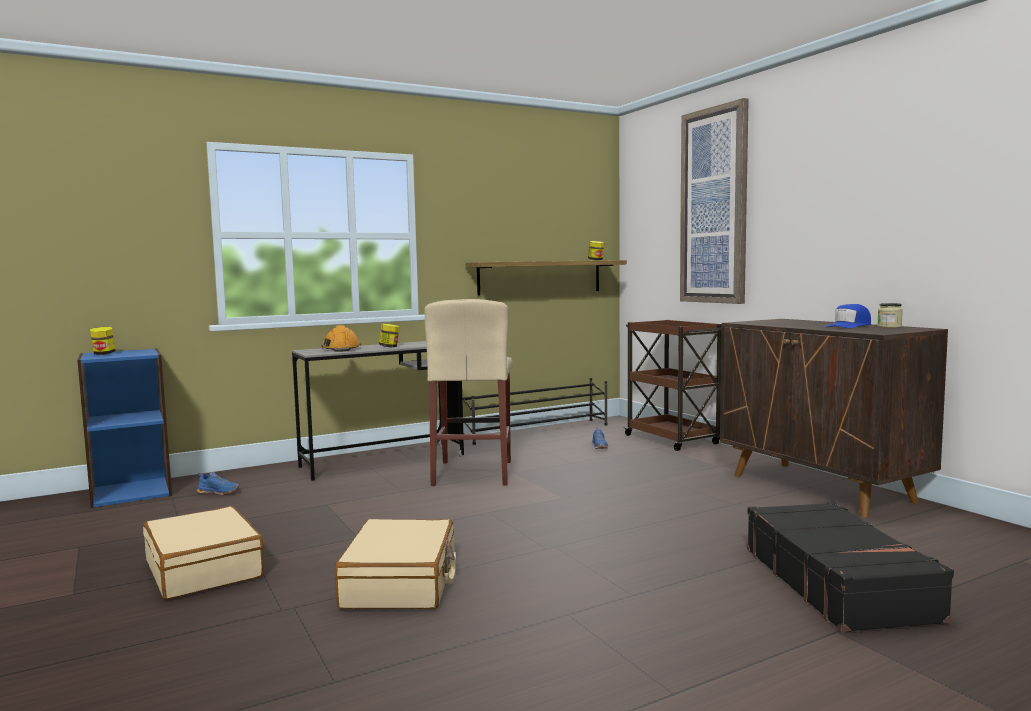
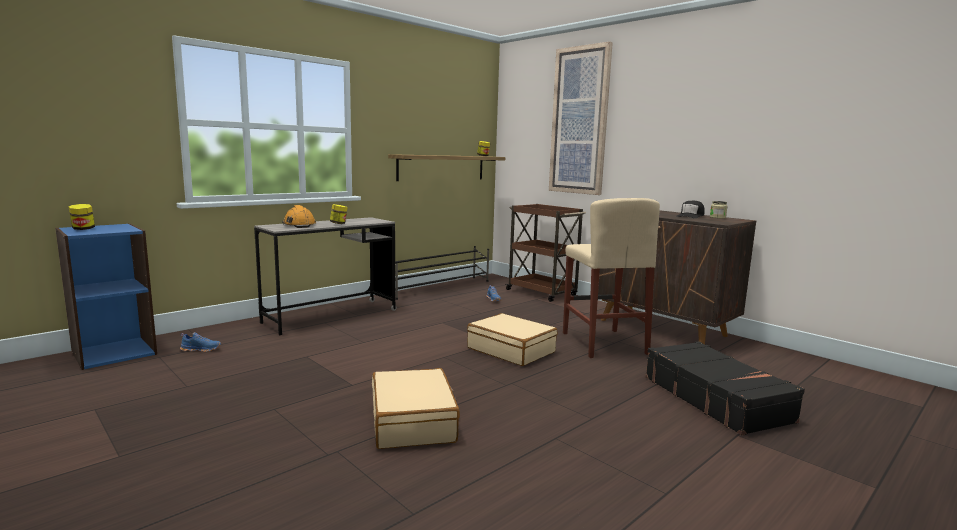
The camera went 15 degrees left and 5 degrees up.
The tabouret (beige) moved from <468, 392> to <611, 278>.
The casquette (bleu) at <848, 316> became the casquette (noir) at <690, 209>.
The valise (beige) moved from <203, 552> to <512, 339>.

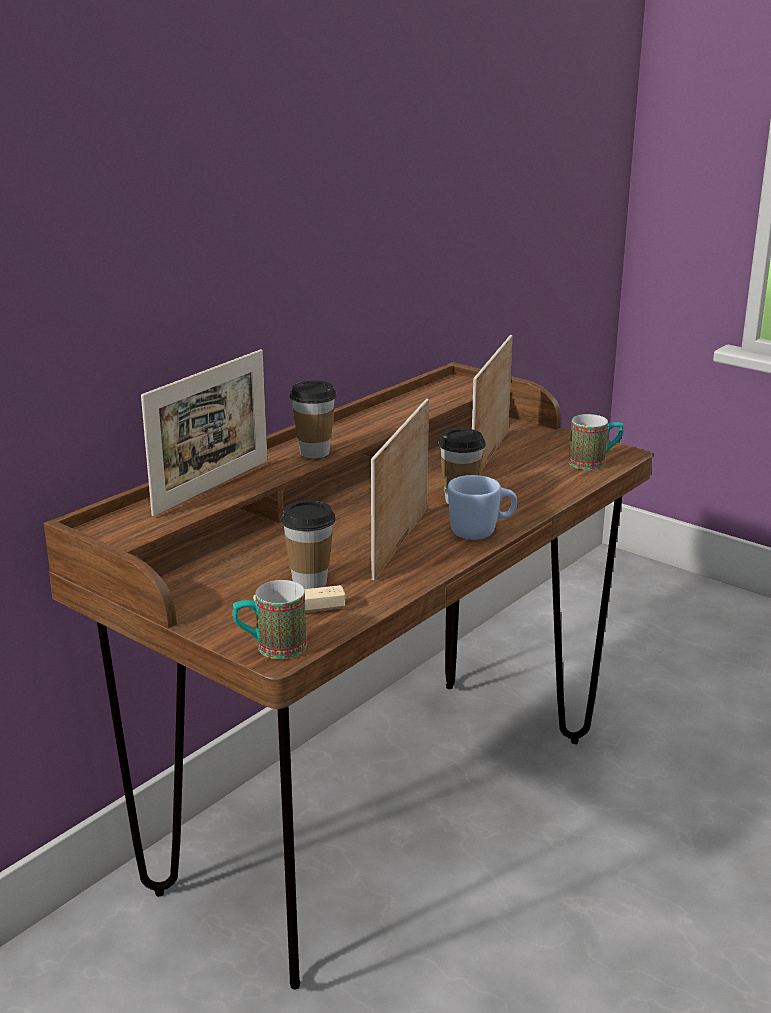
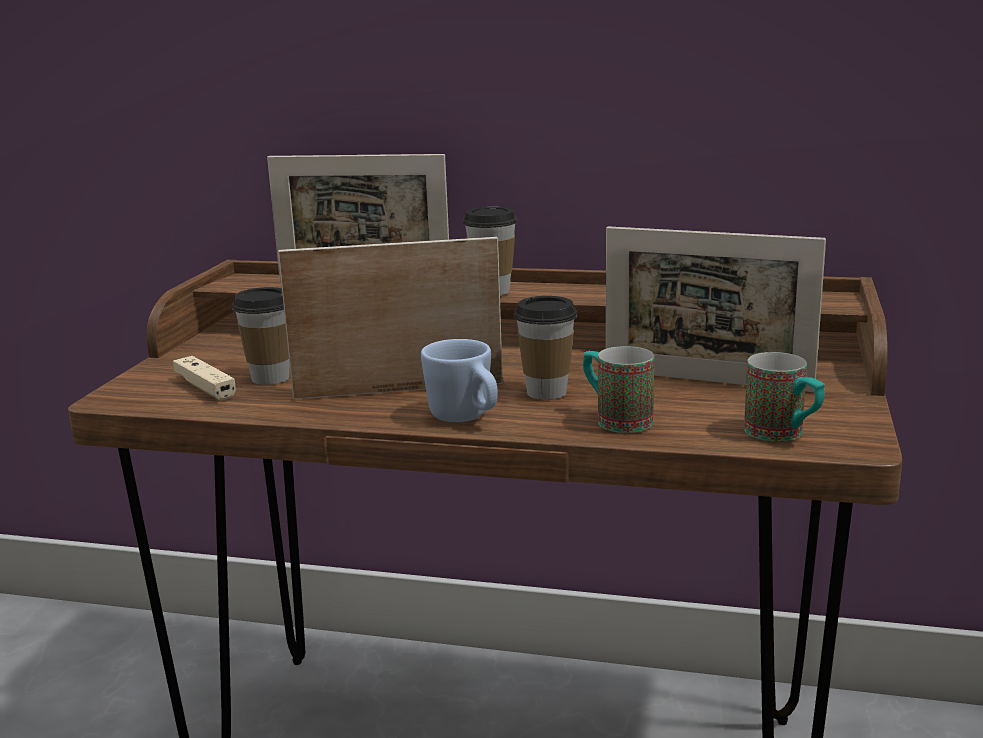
The camera went 65 degrees right and 5 degrees down.
The cadre photo at <492, 403> turned 150 degrees counterclockwise.
The mug moved from <270, 619> to <618, 389>.

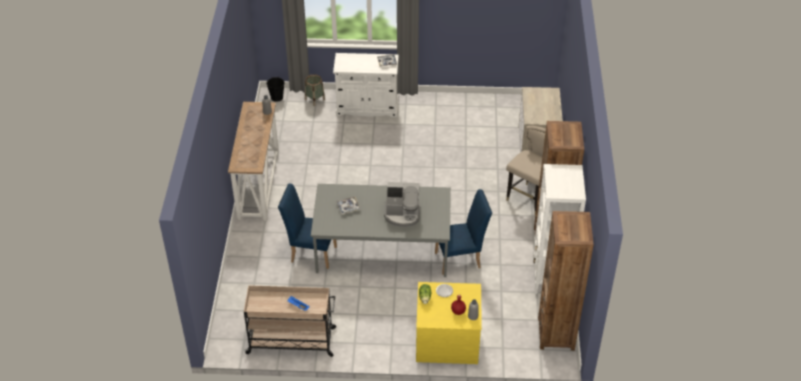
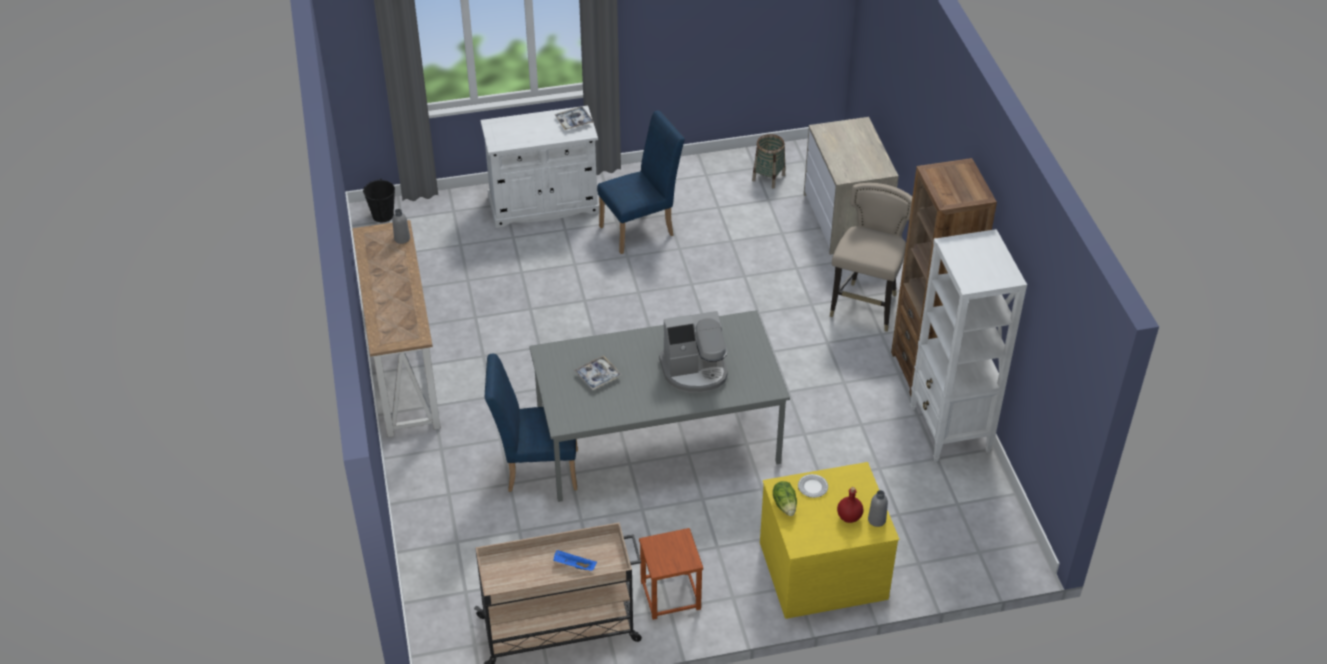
The camera went 15 degrees left and 0 degrees up.
The panier moved from <315, 90> to <768, 161>.
The chaise (bleu) moved from <463, 232> to <641, 182>.
The bibliothèque (marron) at <566, 281> disappeared.
The tabouret (marron) at <671, 574> appeared.

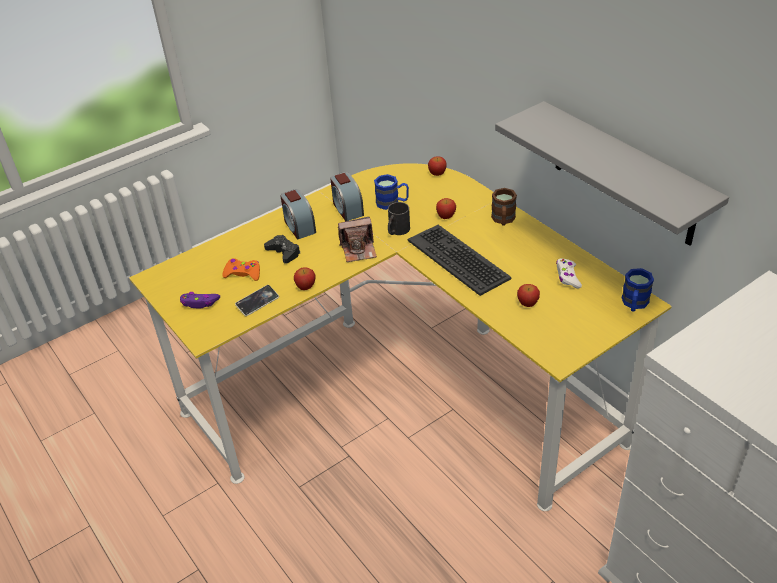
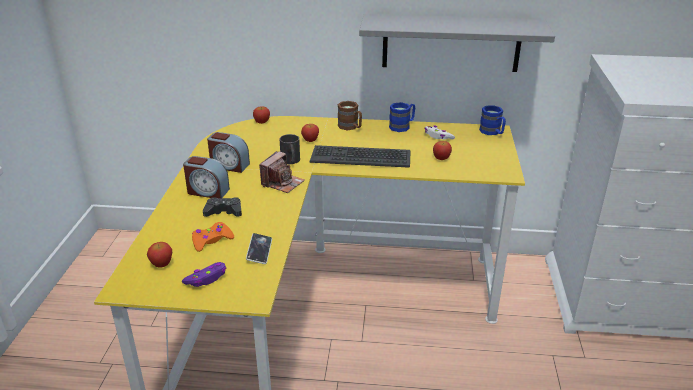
The camera went 50 degrees left and 10 degrees down.
The mug (bleu) moved from <391, 192> to <402, 117>.
The pomme moved from <305, 278> to <159, 254>.

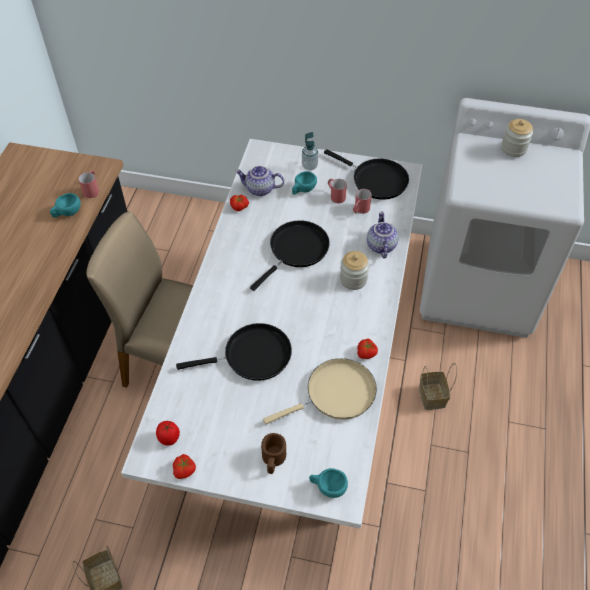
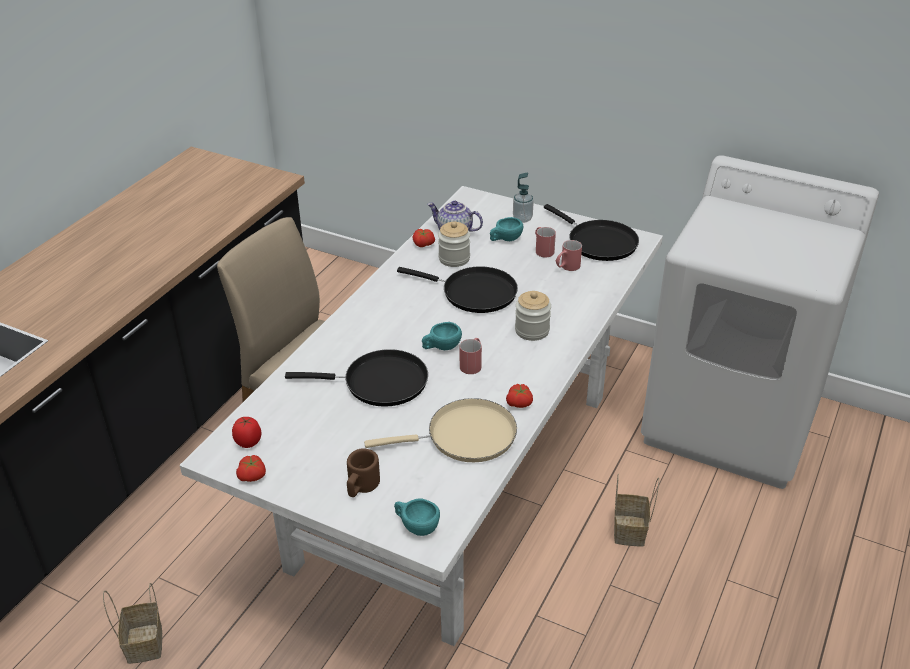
The camera went 15 degrees right and 15 degrees down.
The bocal moved from <517, 138> to <454, 244>.
The mug (rouge) moved from <89, 184> to <471, 356>.
The tasse (turquoise) moved from <65, 205> to <442, 336>.
The théière at <383, 235> disappeared.
The poêle (noir) at <290, 255> turned 60 degrees clockwise.

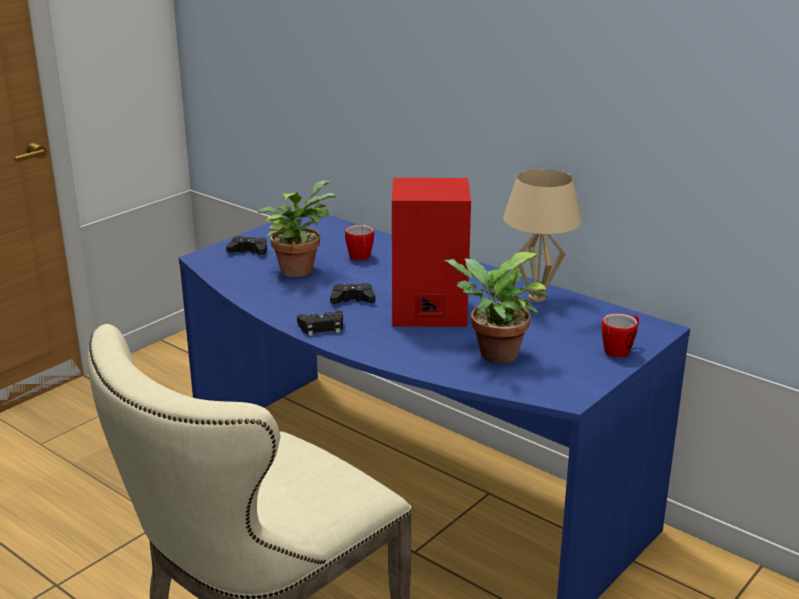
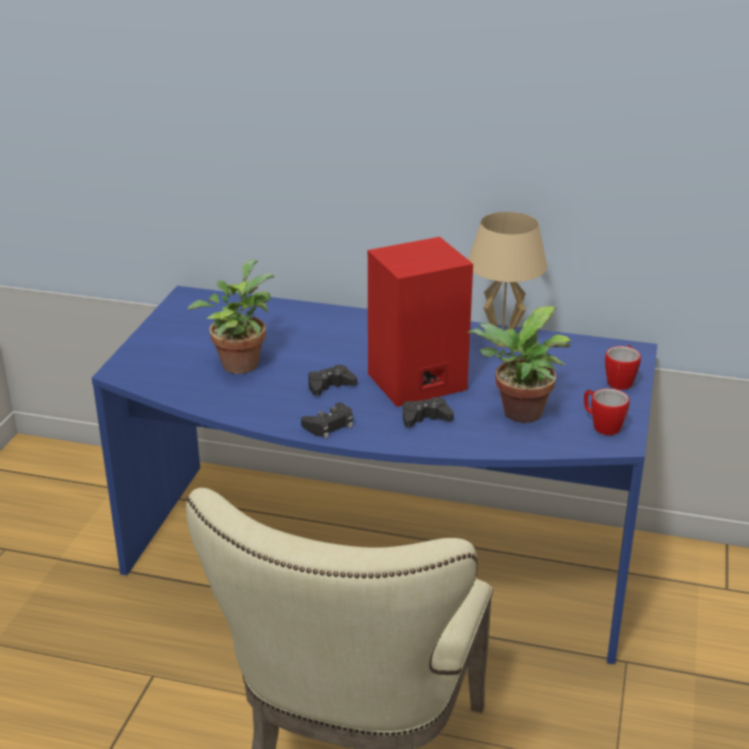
The camera went 25 degrees left and 5 degrees up.
The mug moved from <359, 242> to <606, 411>.
The manette (noir) moved from <246, 245> to <428, 412>.

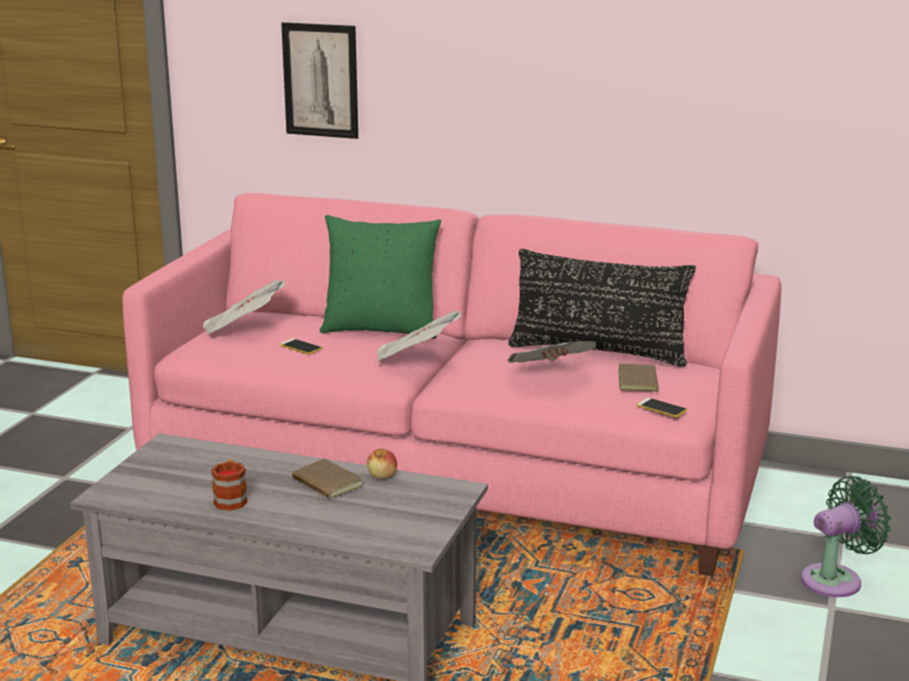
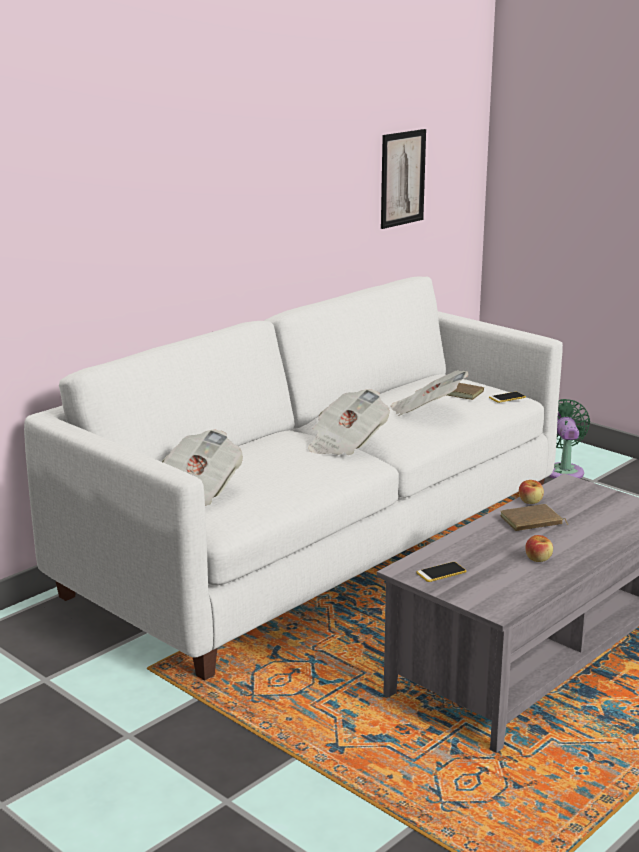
The camera went 65 degrees left and 0 degrees up.
The tableau moved from <319, 80> to <403, 179>.
The canapé (rose) at <451, 385> became the canapé (blanc) at <293, 478>.
The coussin (vert) at <380, 277> disappeared.
The coussin (noir) at <602, 308> disappeared.
The téléphone moved from <300, 347> to <441, 572>.
The mug at <229, 485> was replaced by the pomme at <539, 548>.

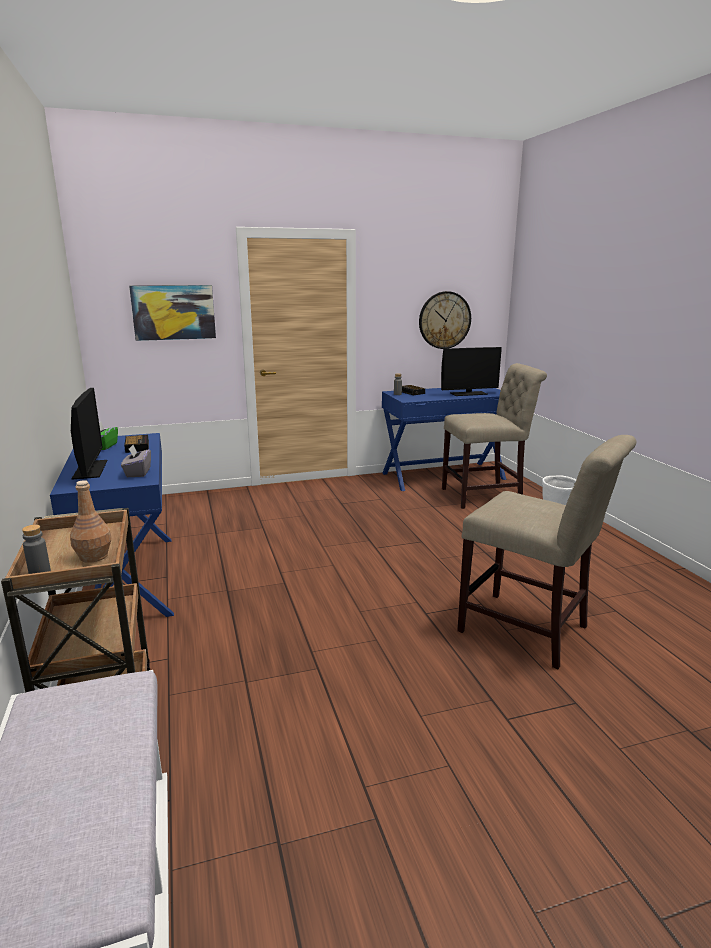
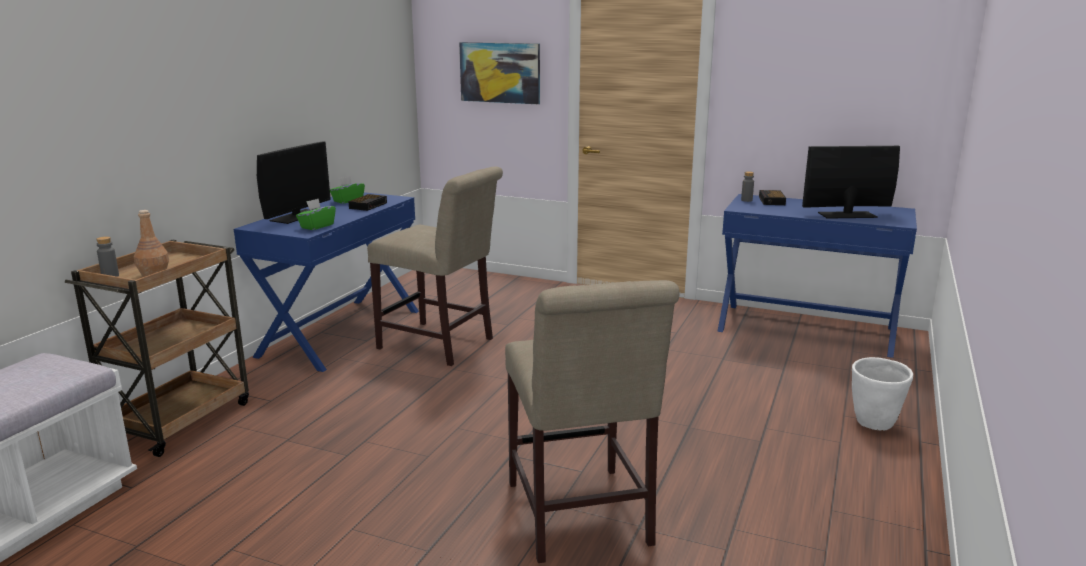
The camera went 40 degrees right and 0 degrees up.
The horloge murale at <445, 320> disappeared.
The écran d'ordinateur at <471, 371> turned 150 degrees clockwise.
The chaise (beige) moved from <494, 436> to <435, 266>.
The boîte à mouchoirs (gris) at <136, 461> became the boîte à mouchoirs (vert) at <316, 214>.

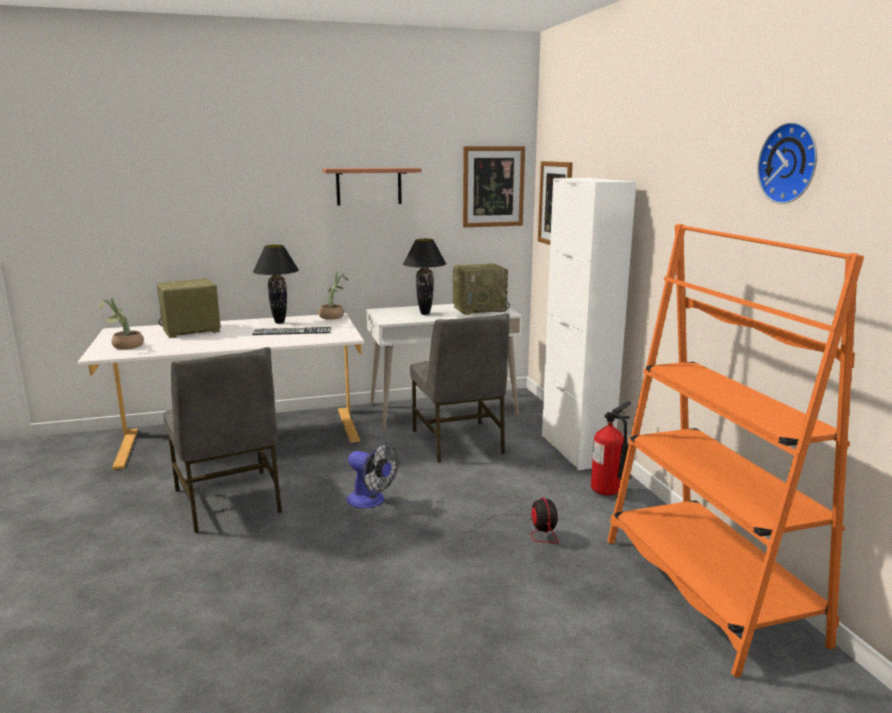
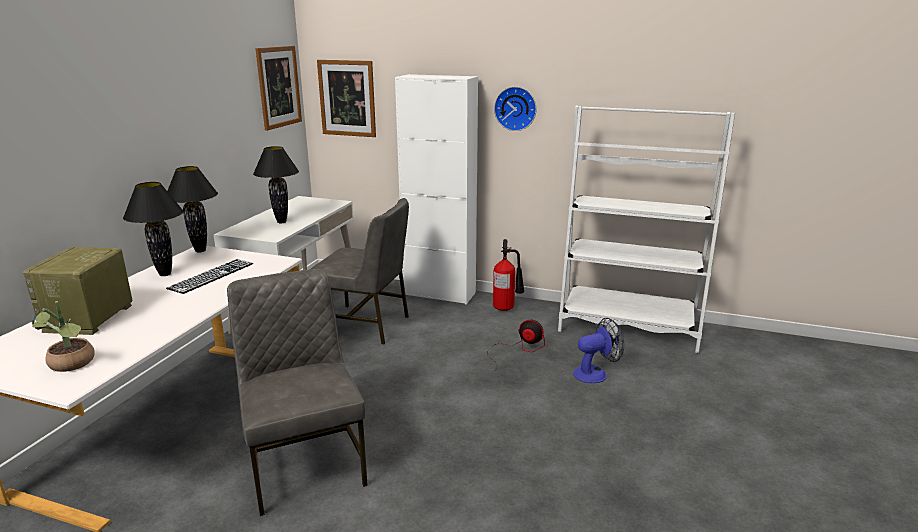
The camera went 55 degrees left and 5 degrees up.
The horloge murale moved from <787, 163> to <515, 108>.
The étagère at <372, 186> disappeared.
The bibliothèque (orange) at <735, 450> became the bibliothèque (blanc) at <646, 229>.
The radio at <481, 289> disappeared.
The plante en pot at <333, 296> was replaced by the lampe de table (noir) at <192, 209>.
The chaise (gris) at <222, 440> turned 120 degrees counterclockwise.
The ventilateur moved from <372, 475> to <598, 350>.

